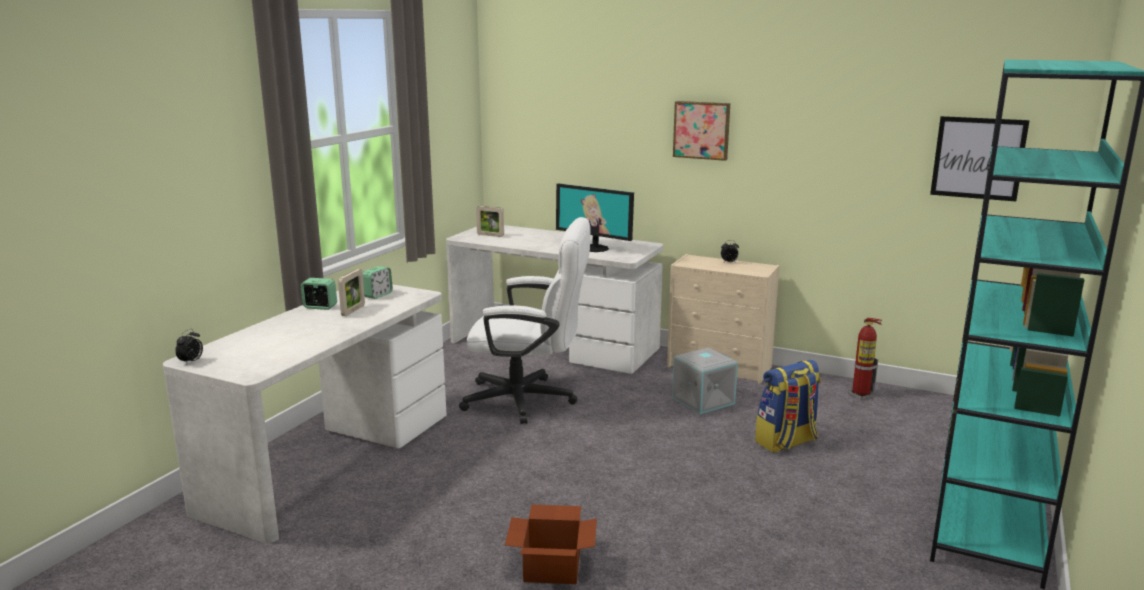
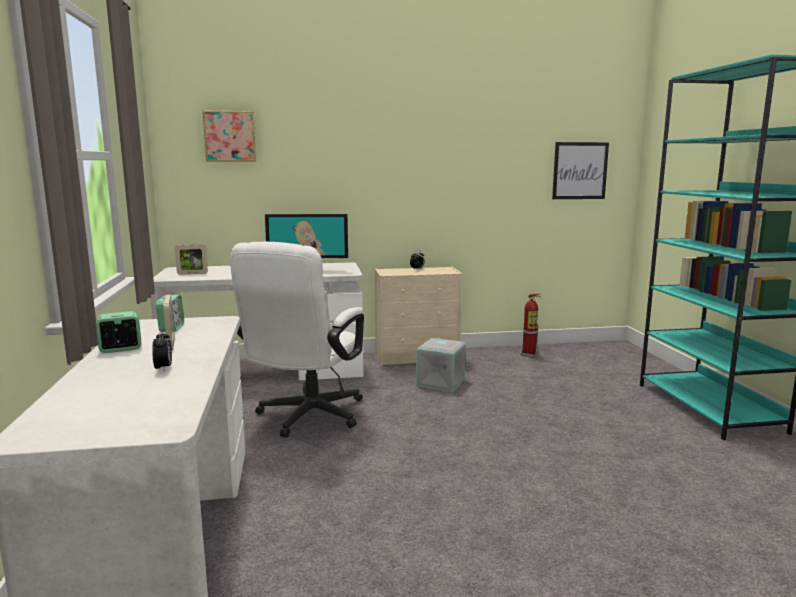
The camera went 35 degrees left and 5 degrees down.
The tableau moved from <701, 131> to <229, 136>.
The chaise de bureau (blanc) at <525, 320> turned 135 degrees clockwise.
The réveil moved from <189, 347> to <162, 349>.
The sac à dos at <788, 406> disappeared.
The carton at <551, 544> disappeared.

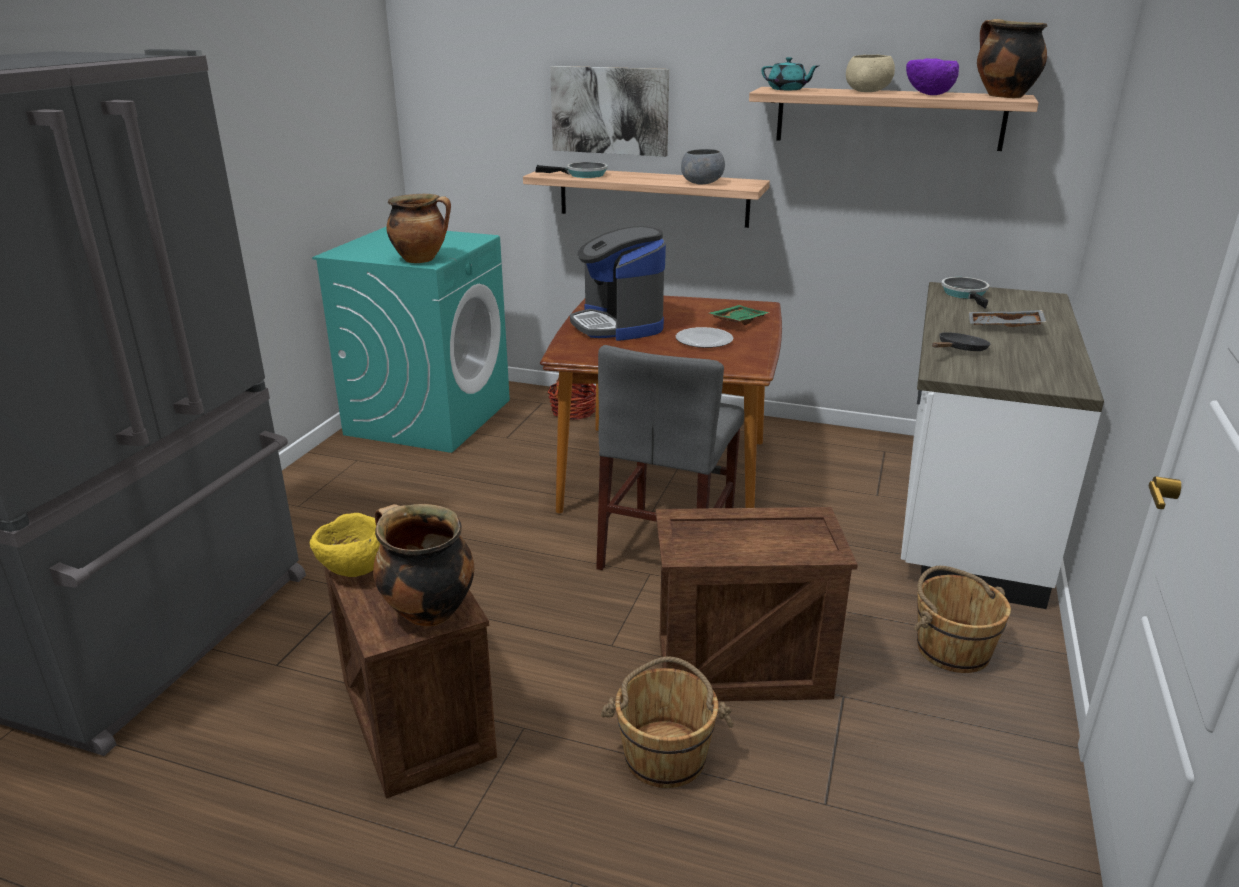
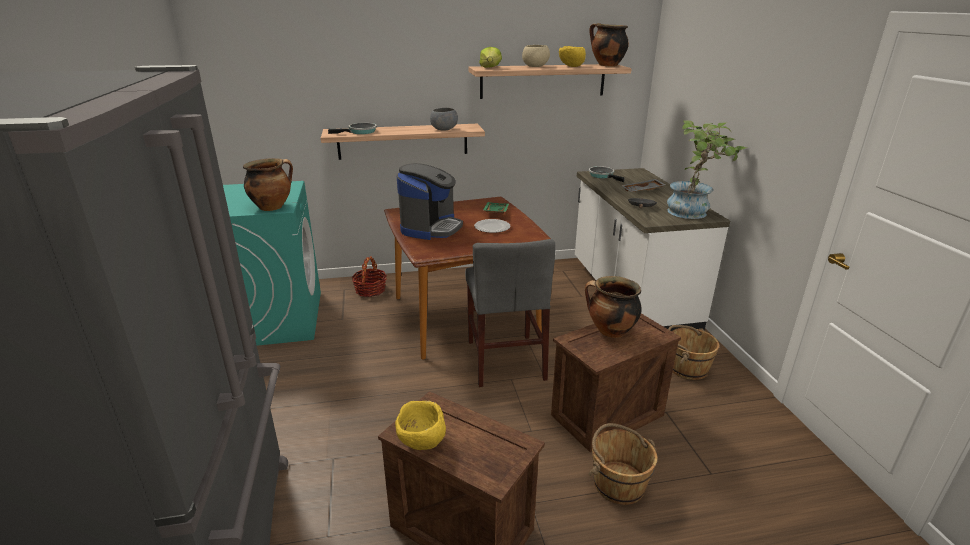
The camera went 30 degrees left and 0 degrees up.
The théière (turquoise) at <789, 73> was replaced by the laitue at <490, 57>.
The bol (violet) at <932, 76> became the bol (jaune) at <572, 56>.
The tableau at <609, 111> disappeared.
The machine à café at <618, 283> turned 105 degrees counterclockwise.
The marmite moved from <423, 565> to <613, 307>.
The plante en pot at <706, 169> appeared.

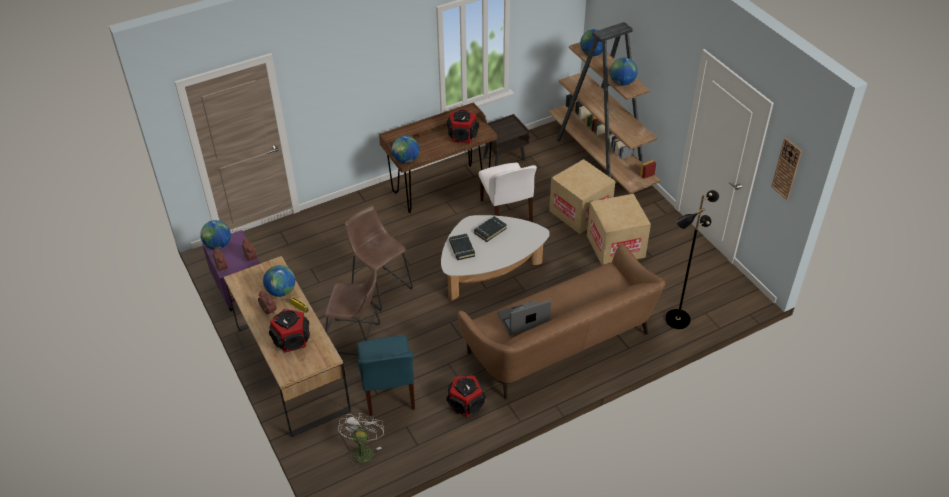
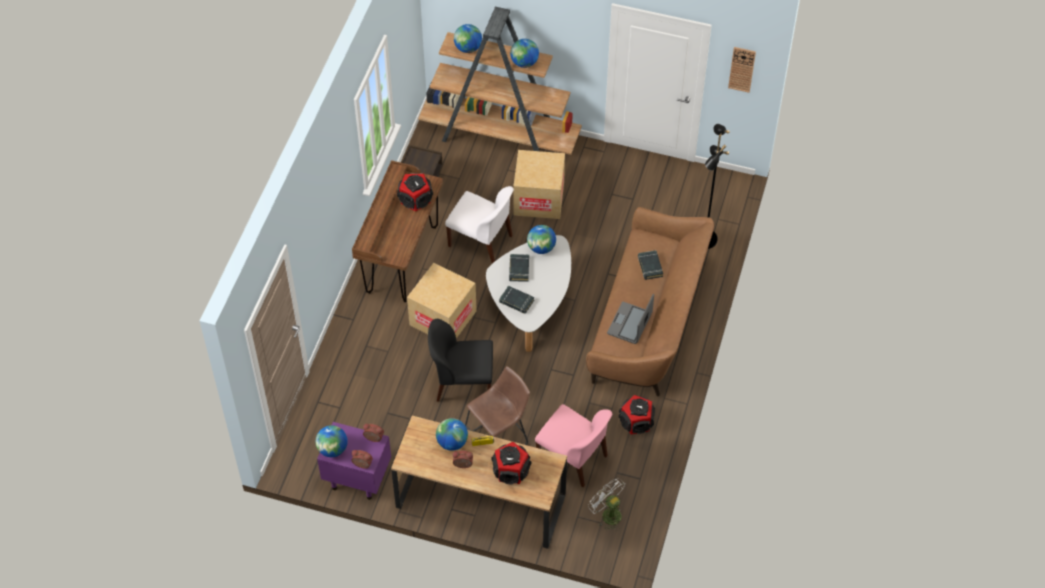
The camera went 45 degrees left and 10 degrees up.
The globe moved from <405, 149> to <541, 239>.
The carton moved from <619, 229> to <442, 300>.
The tabouret (marron) at <379, 258> was replaced by the chaise (noir) at <460, 360>.
The chaise (bleu) at <386, 376> became the chaise (rose) at <573, 445>.
The livre (noir) at <650, 265> appeared.

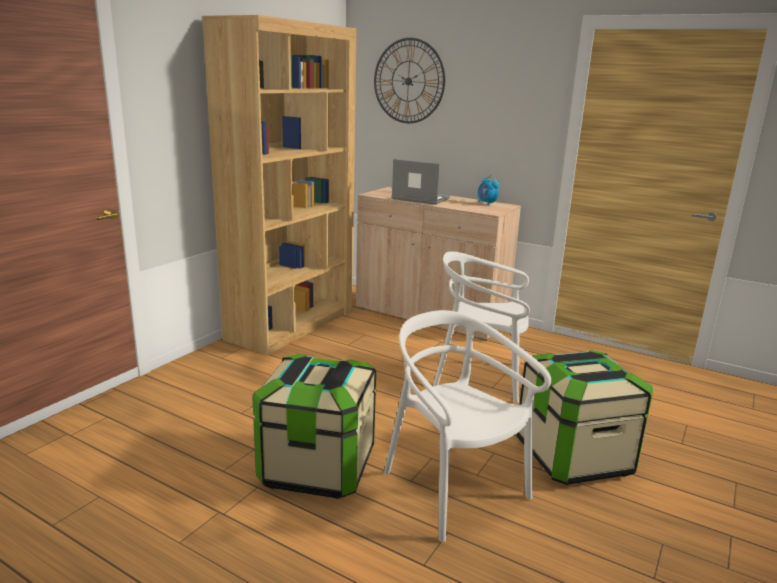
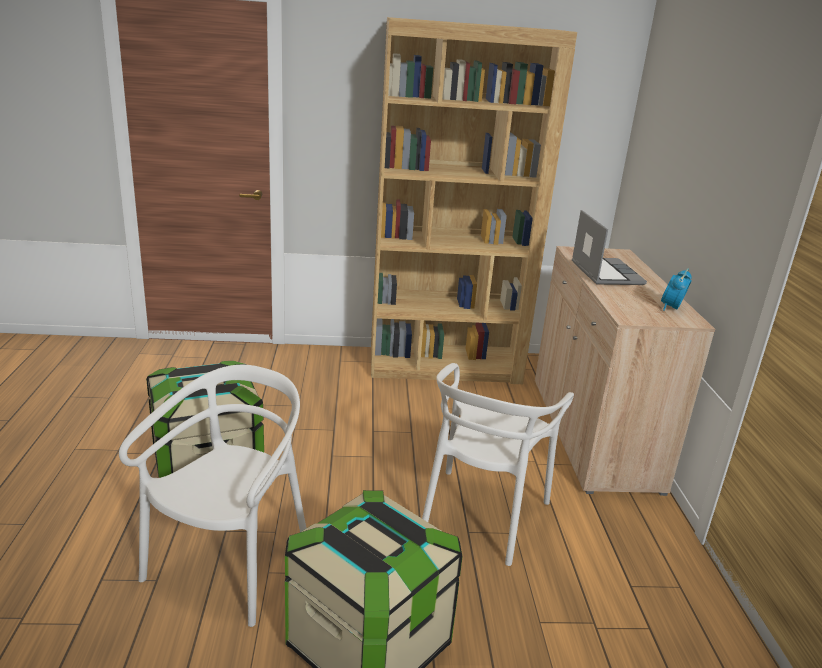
The camera went 55 degrees right and 5 degrees up.
The horloge murale at <409, 80> disappeared.
The chaise (blanc) at <481, 327> turned 135 degrees counterclockwise.

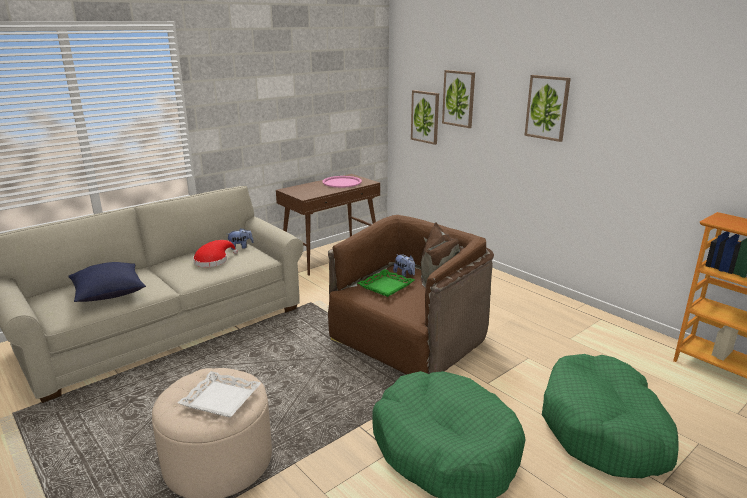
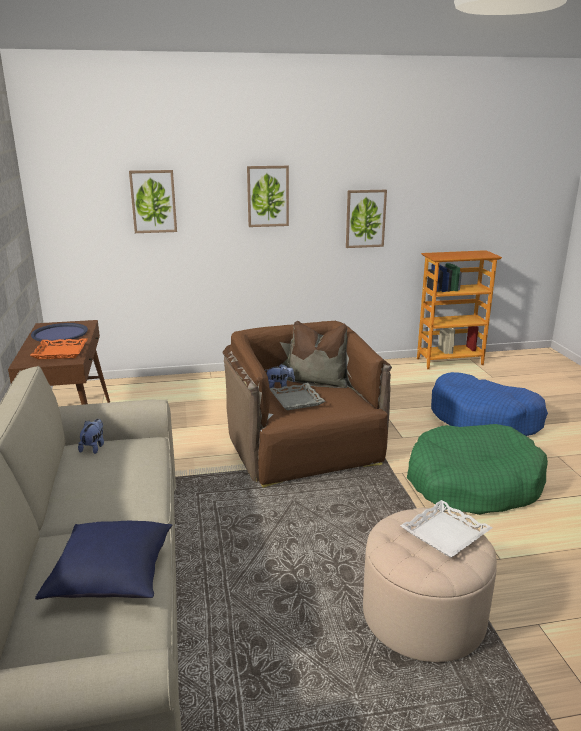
The camera went 60 degrees left and 0 degrees up.
The tableau moved from <425, 117> to <366, 219>.
The plateau (rose) at <342, 182> became the plateau (bleu) at <59, 332>.
The chapeau (rouge) at <215, 253> disappeared.
The plateau (vert) at <386, 283> became the plateau (gris) at <297, 396>.
The panier pour chien (vert) at <610, 416> became the panier pour chien (bleu) at <489, 404>.
The plateau (orange) at <59, 348> appeared.

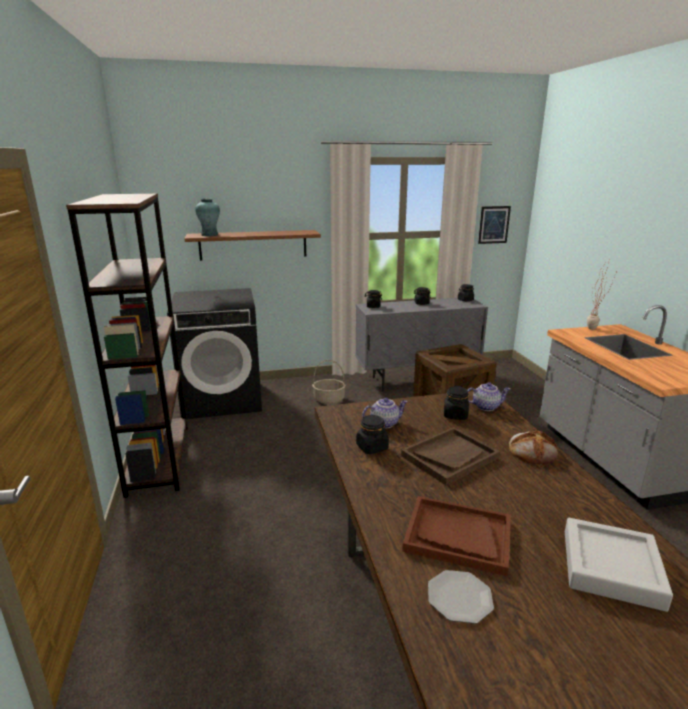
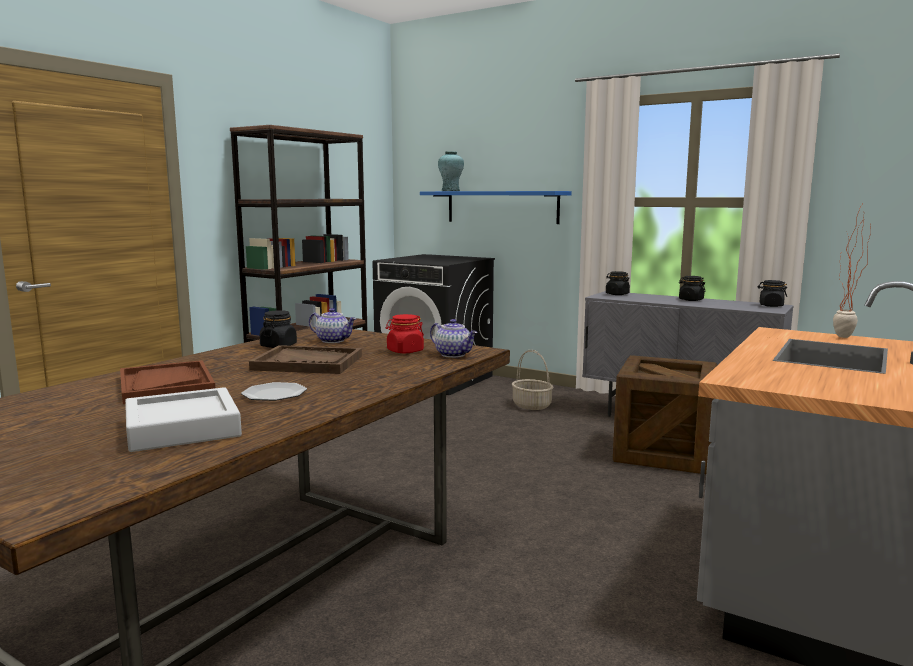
The camera went 45 degrees right and 10 degrees down.
The tableau at <494, 225> disappeared.
The étagère (marron) at <253, 245> became the étagère (bleu) at <496, 207>.
The bocal (noir) at <456, 403> became the bocal (rouge) at <405, 333>.
The pain at <533, 447> disappeared.
The assiette moved from <461, 597> to <274, 391>.

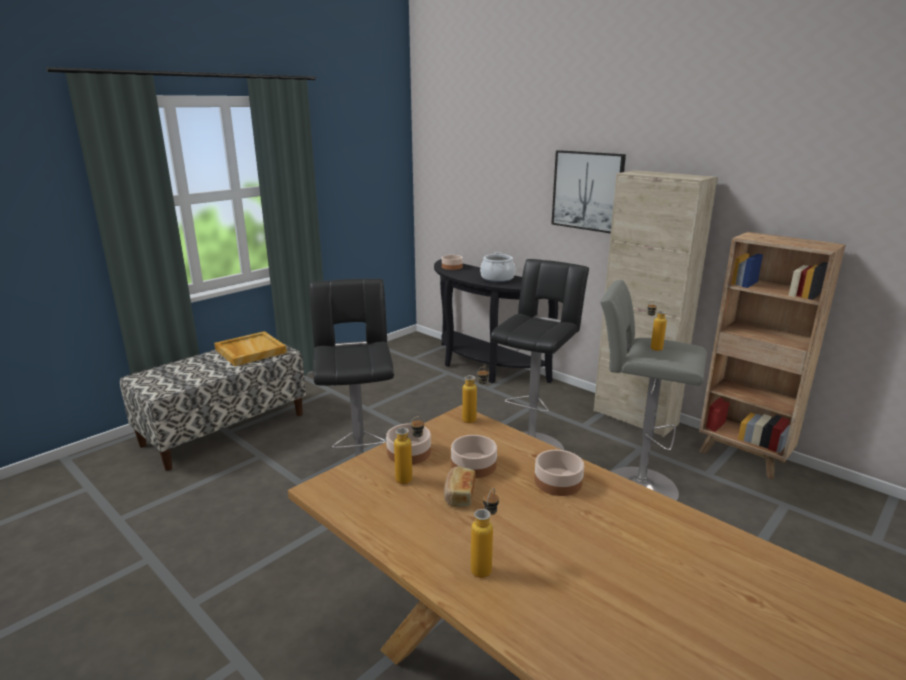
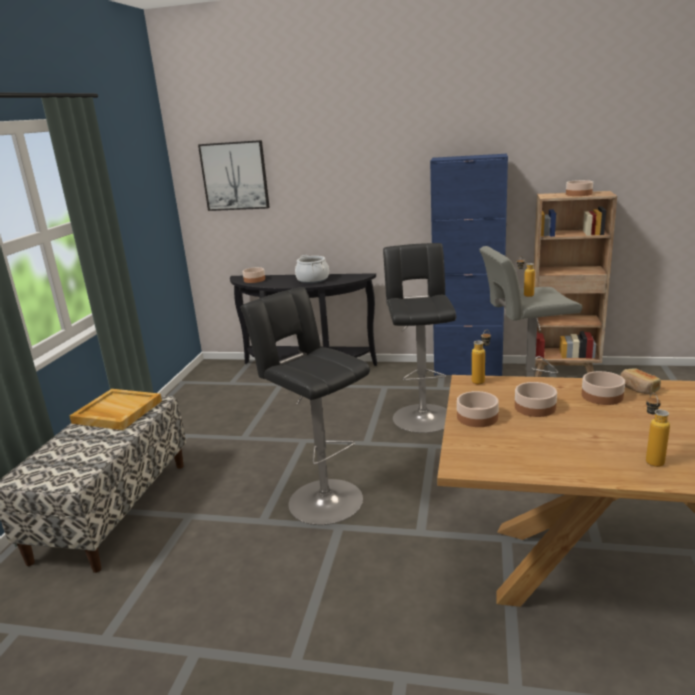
The camera went 30 degrees left and 0 degrees up.
The tableau moved from <588, 191> to <234, 175>.
The meuble de rangement (beige) at <656, 303> became the meuble de rangement (bleu) at <469, 265>.
The bouteille at <409, 450> disappeared.
The pain moved from <459, 486> to <640, 381>.
The bol at <579, 188> appeared.

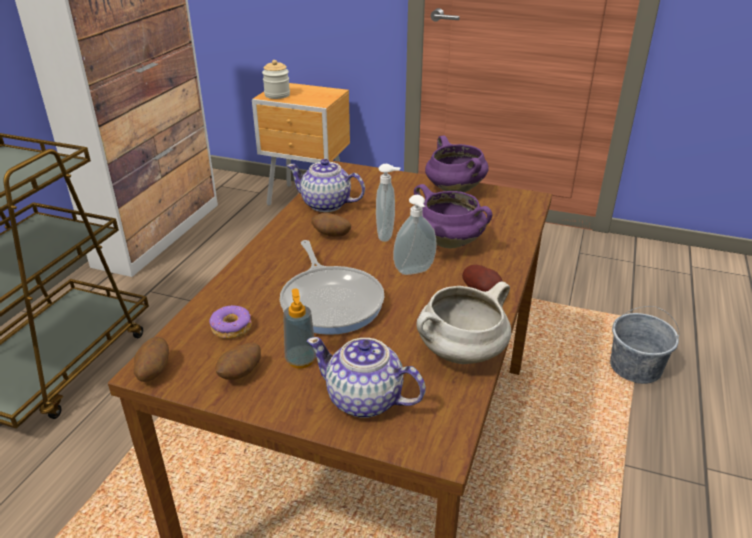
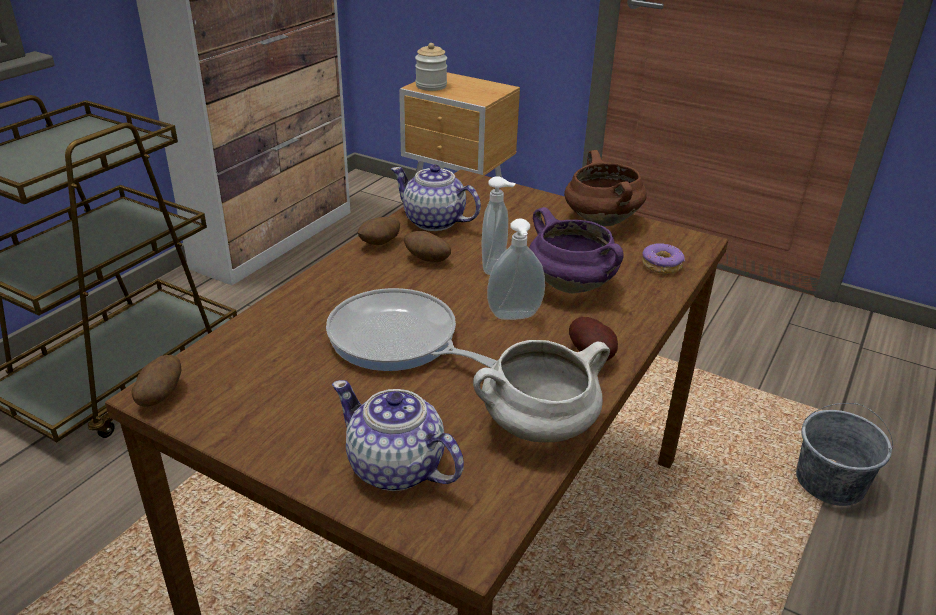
The camera went 10 degrees right and 0 degrees up.
The marmite (violet) at <457, 164> became the marmite (marron) at <605, 188>.
The poêle at <332, 287> turned 135 degrees clockwise.
The distributeur de savon at <299, 328> disappeared.
The beignet moved from <230, 322> to <663, 258>.
The pomme de terre moved from <238, 361> to <379, 231>.

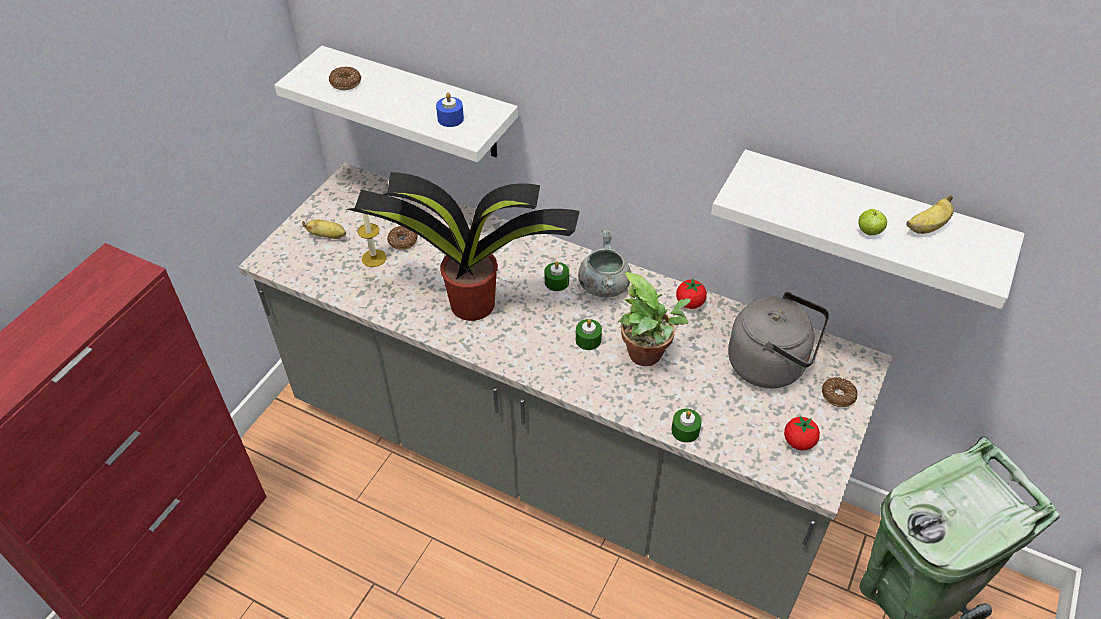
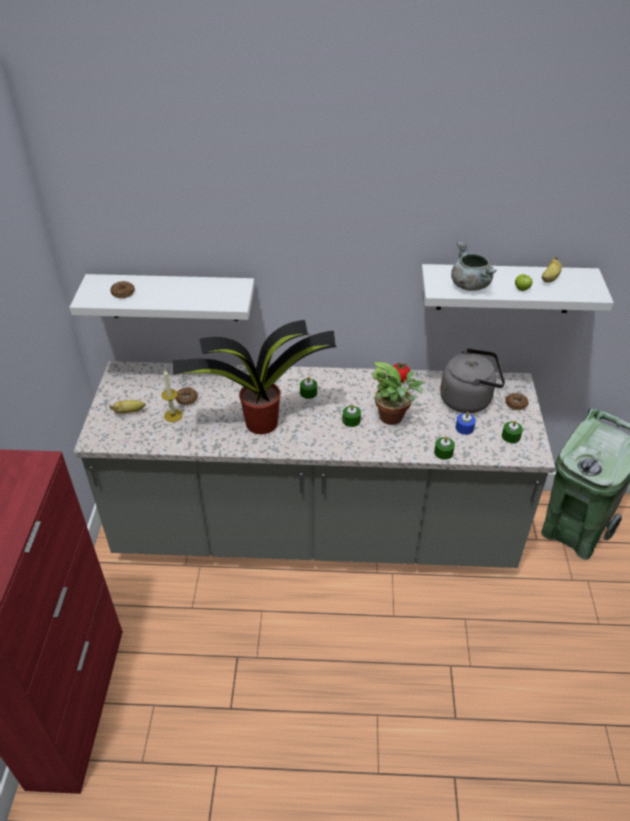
The camera went 25 degrees left and 5 degrees down.
The bougie (bleu) moved from <450, 109> to <466, 423>.
The marmite (gris) moved from <604, 264> to <474, 266>.
The tomate at <802, 433> was replaced by the bougie (vert) at <512, 431>.

